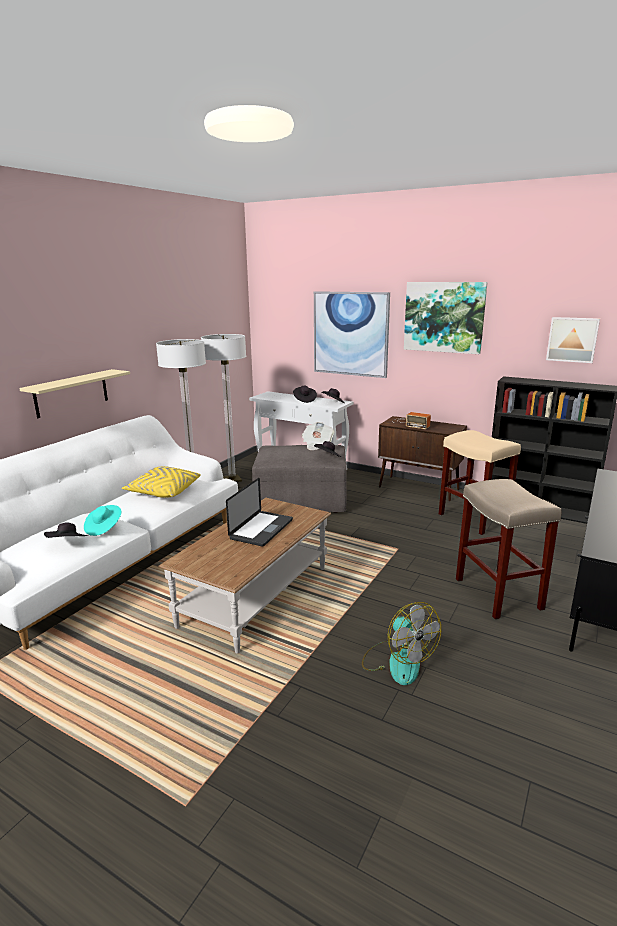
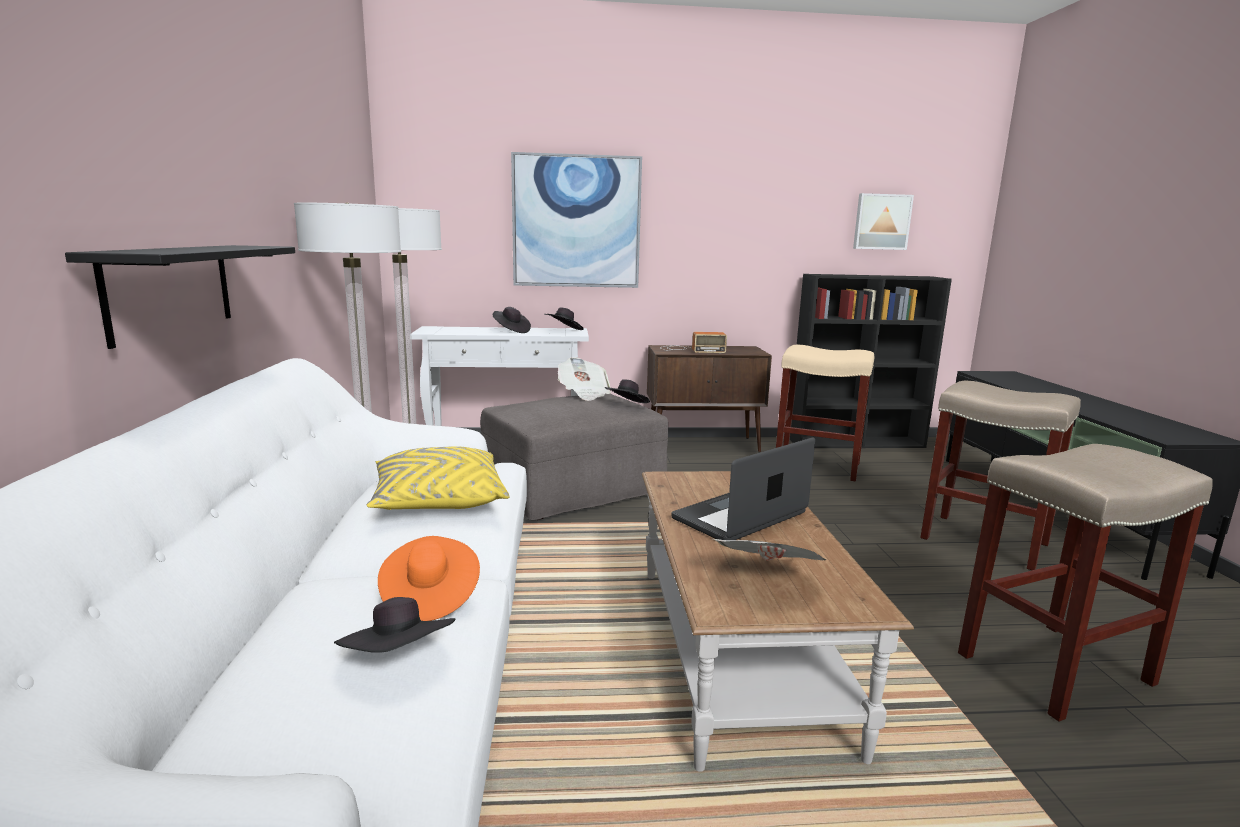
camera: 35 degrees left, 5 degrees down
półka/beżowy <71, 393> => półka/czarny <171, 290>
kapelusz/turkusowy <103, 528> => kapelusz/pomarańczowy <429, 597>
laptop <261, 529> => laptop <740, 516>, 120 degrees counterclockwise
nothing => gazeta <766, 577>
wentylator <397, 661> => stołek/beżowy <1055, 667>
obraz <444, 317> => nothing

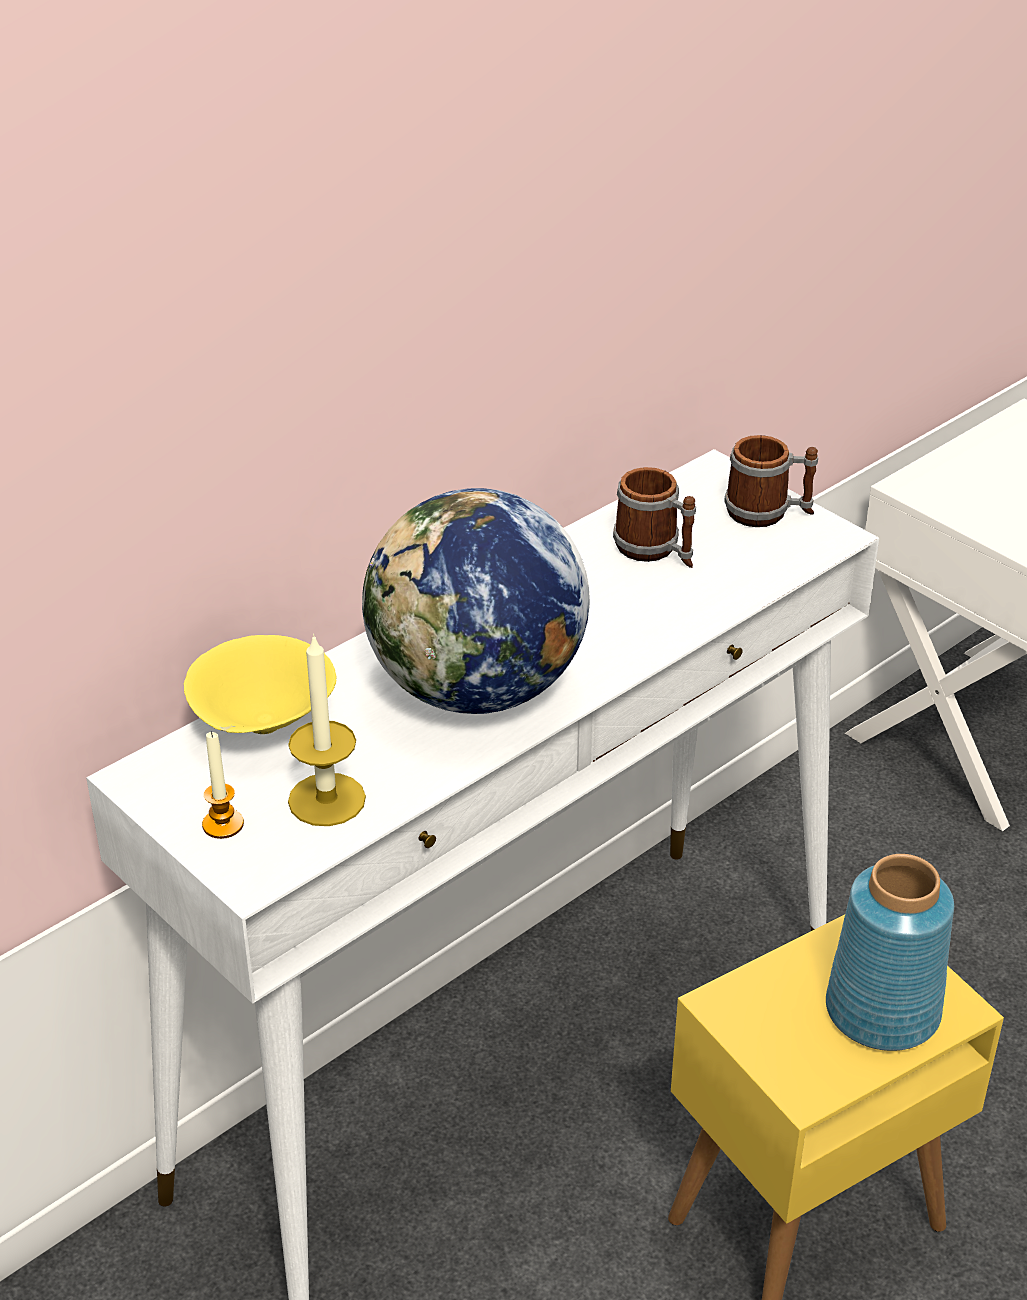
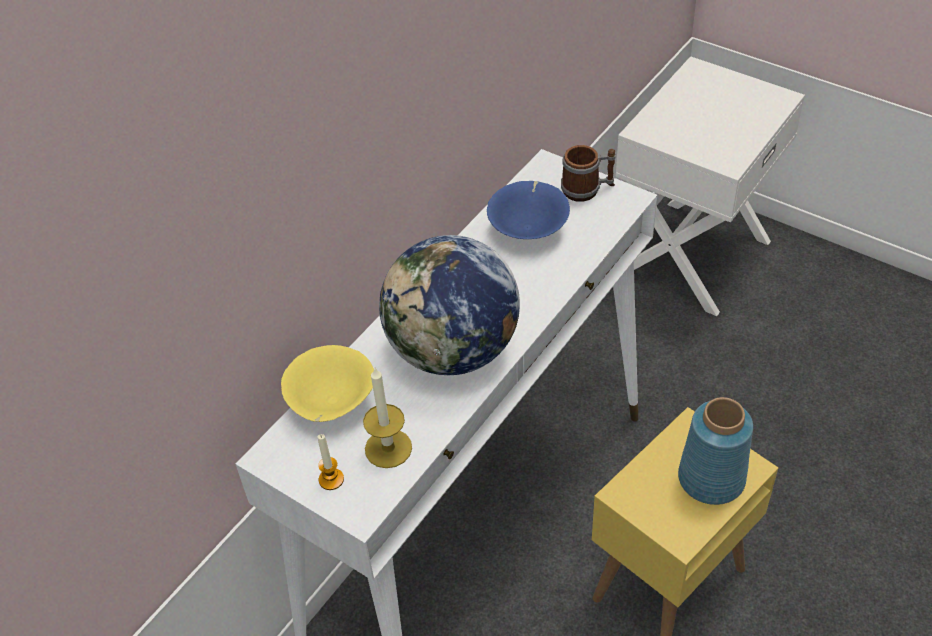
camera: 10 degrees left, 10 degrees up
kubek <655, 551> => miska/niebieski <529, 230>

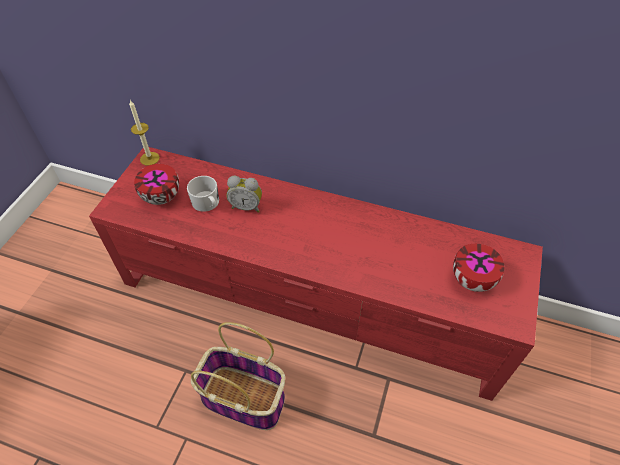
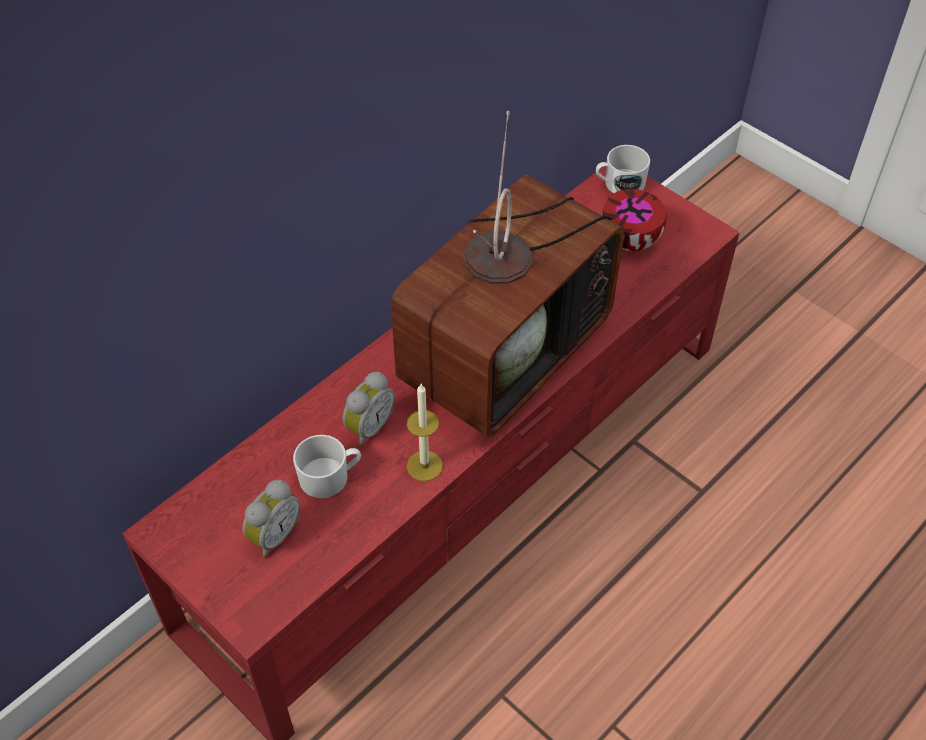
camera: 65 degrees left, 0 degrees up
miska <162, 196> => budzik <273, 535>
nothing => telewizor <504, 347>
świeca <149, 158> => świeca <424, 466>, moved
nothing => kubek/biały <619, 184>
koszyk <245, 398> => nothing

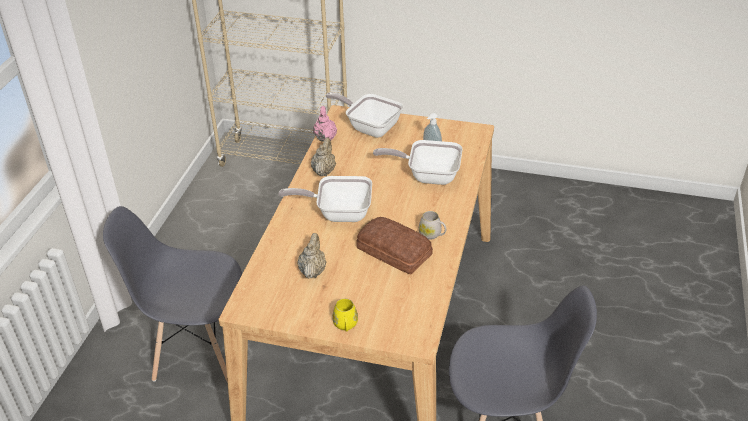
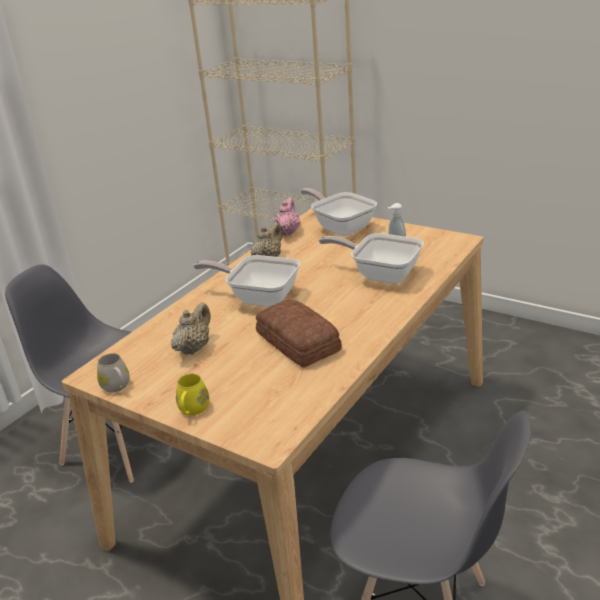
camera: 20 degrees right, 10 degrees down
kubek/biały <432, 235> => kubek/biały <117, 387>, moved

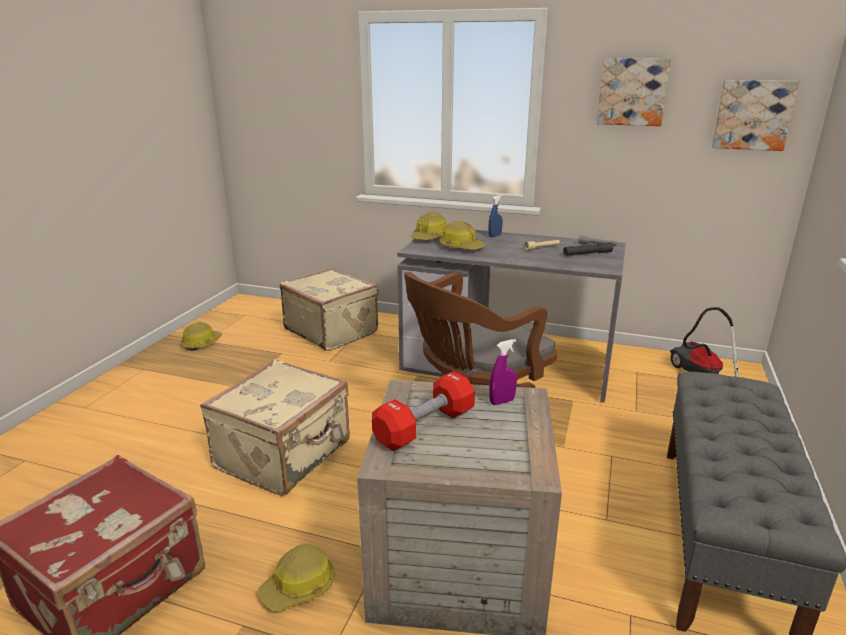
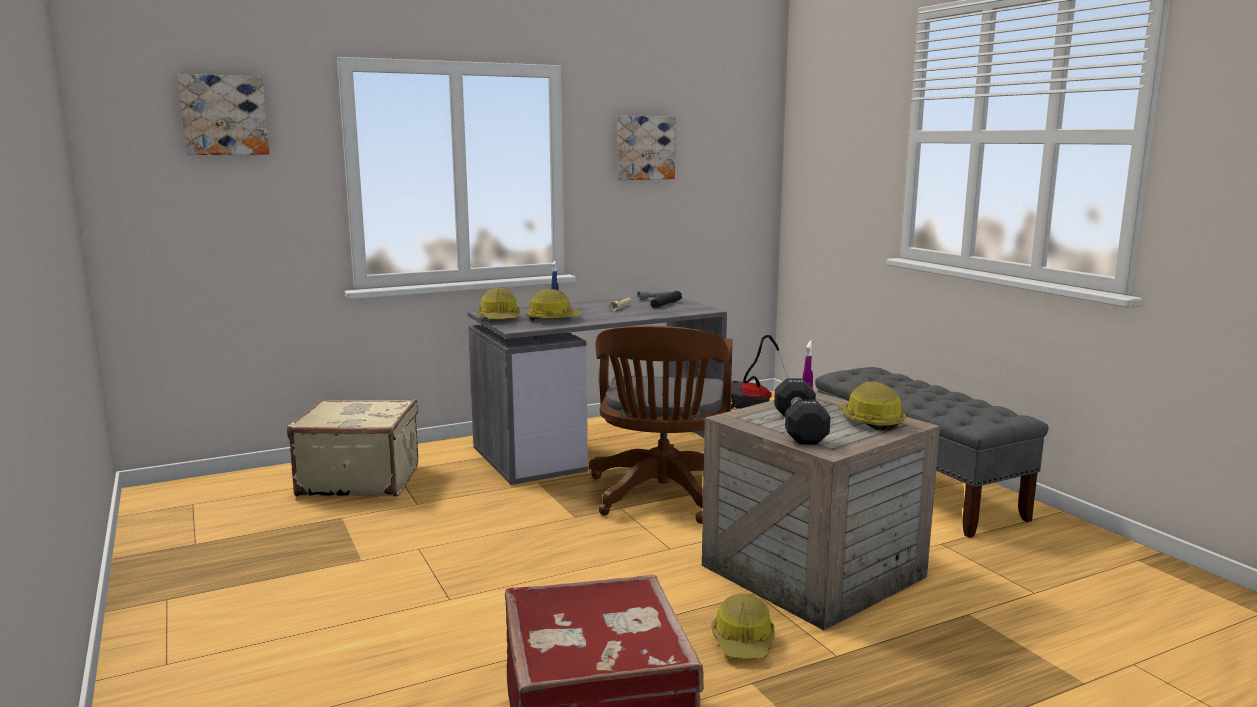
camera: 45 degrees left, 10 degrees down
obraz <753, 115> => obraz <224, 115>, moved
hantel/czerwony <425, 427> => hantel/czarny <799, 428>
kask <201, 343> => kask <870, 421>, moved
walizka/beżowy <285, 455> => nothing

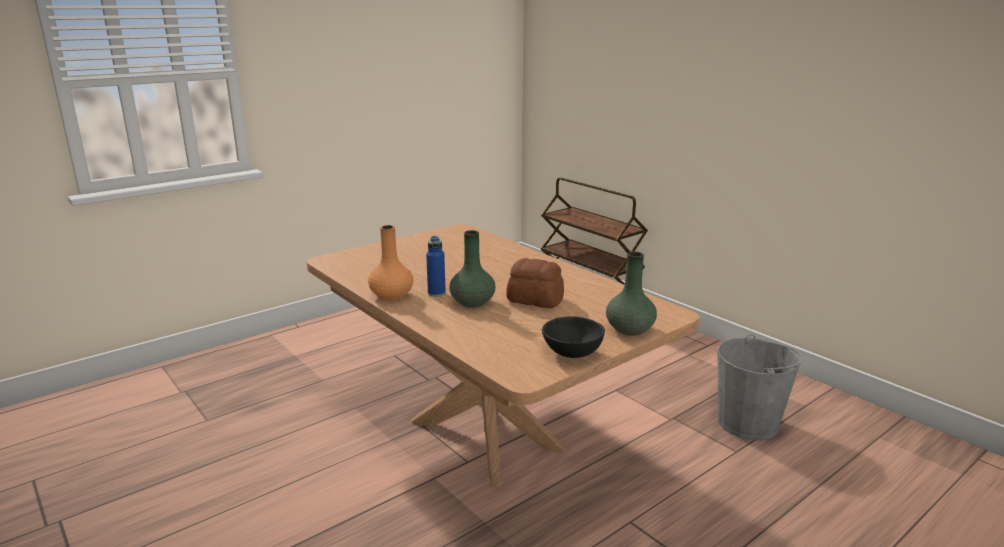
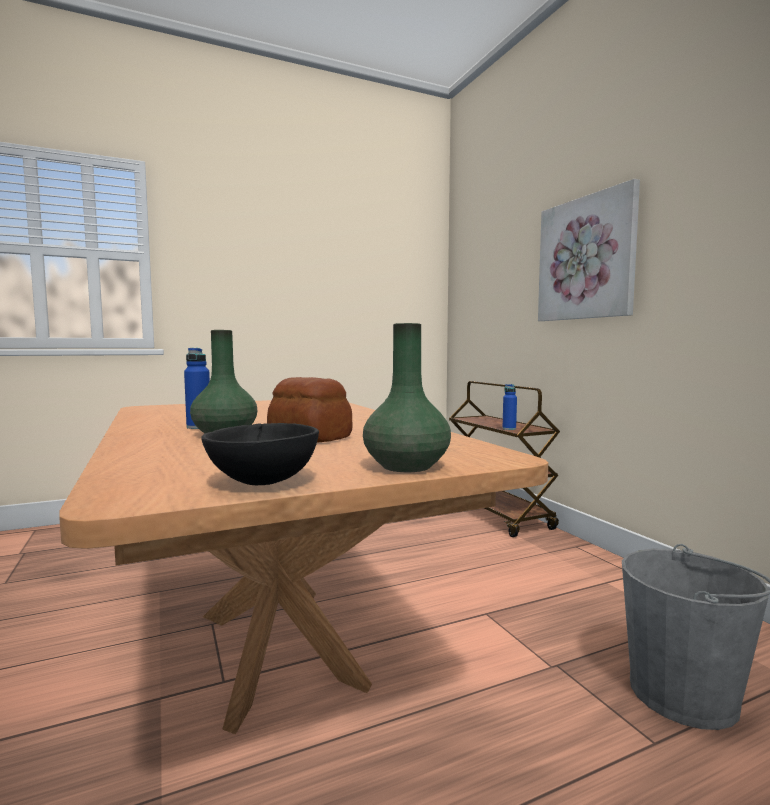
camera: 15 degrees right, 15 degrees down
nothing => butelka/niebieski <509, 429>
nothing => obraz <586, 258>
wazon/pomarańczowy <392, 296> => nothing

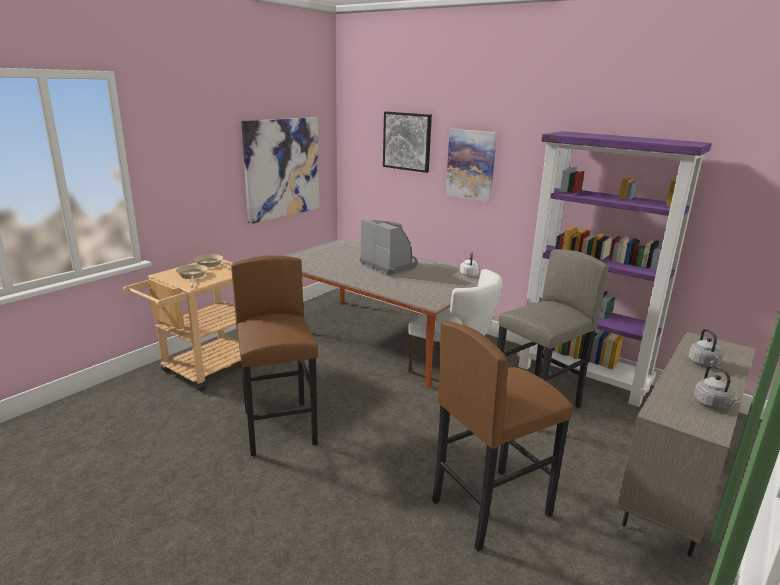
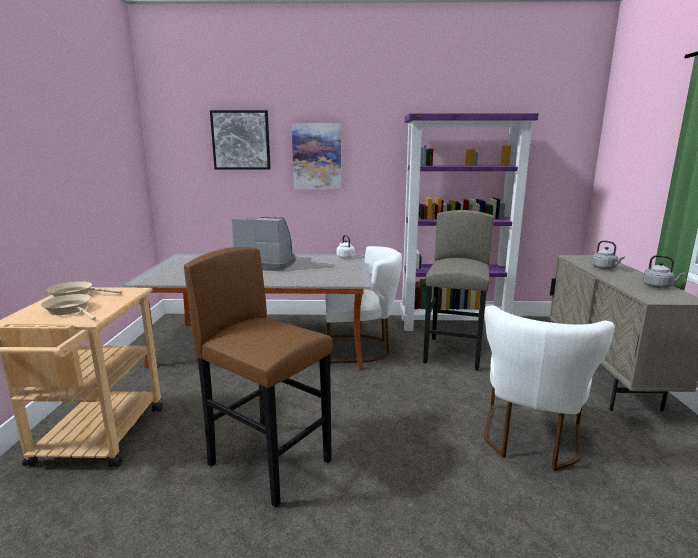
camera: 35 degrees left, 5 degrees down
stołek/brązowy <490, 507> => krzesło/biały <530, 441>
obraz <282, 168> => nothing

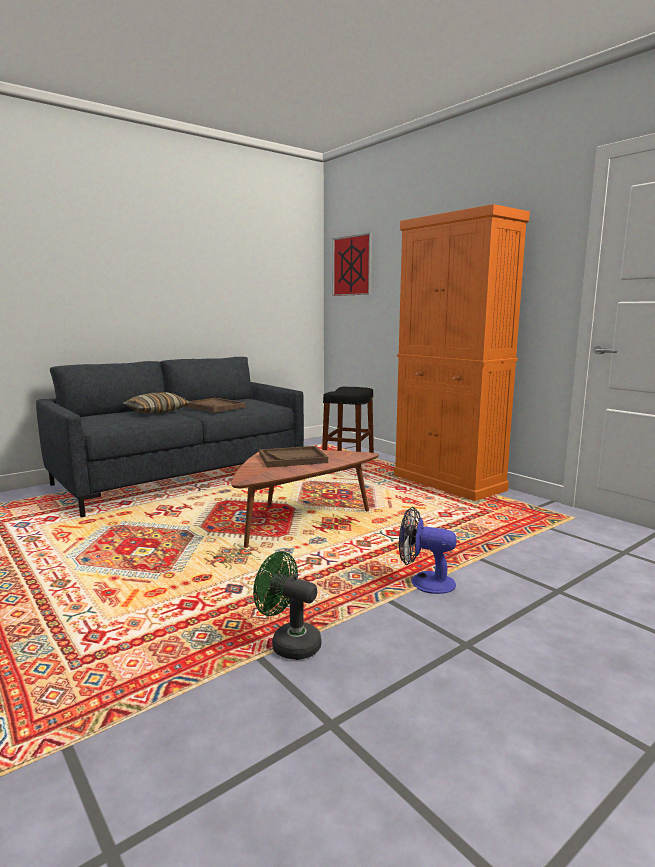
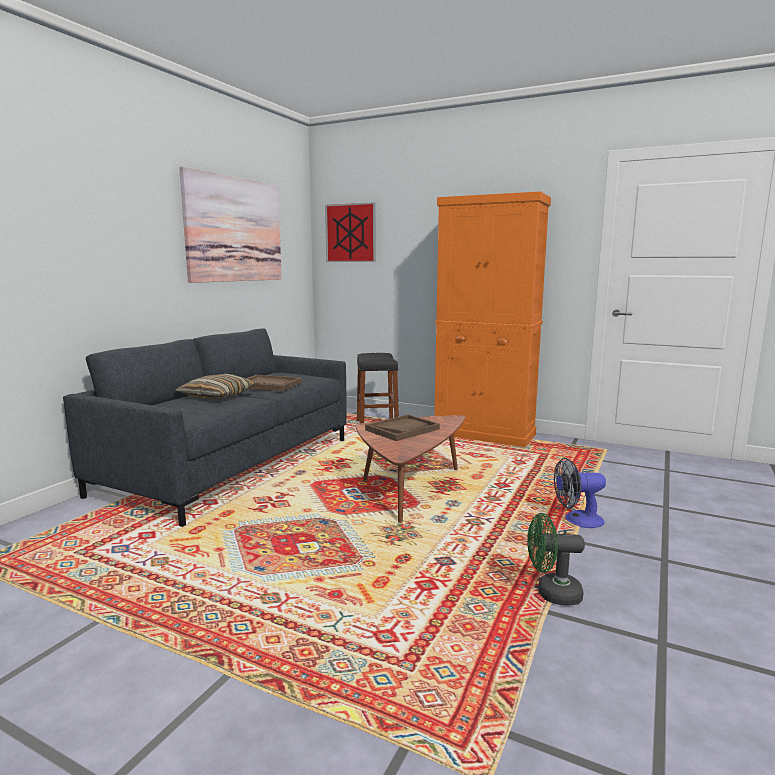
camera: 25 degrees left, 0 degrees up
nothing => obraz <234, 230>

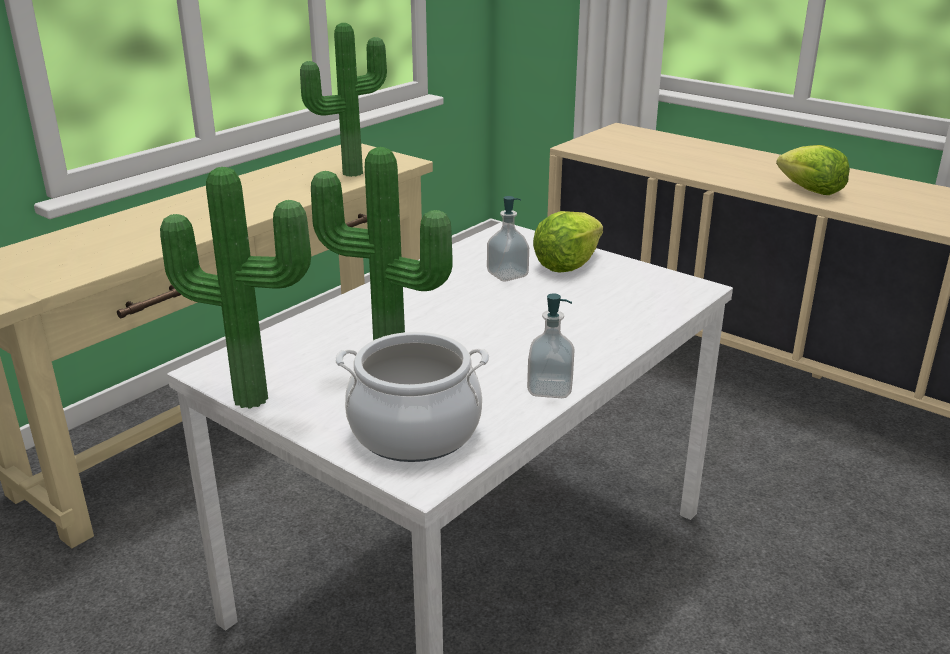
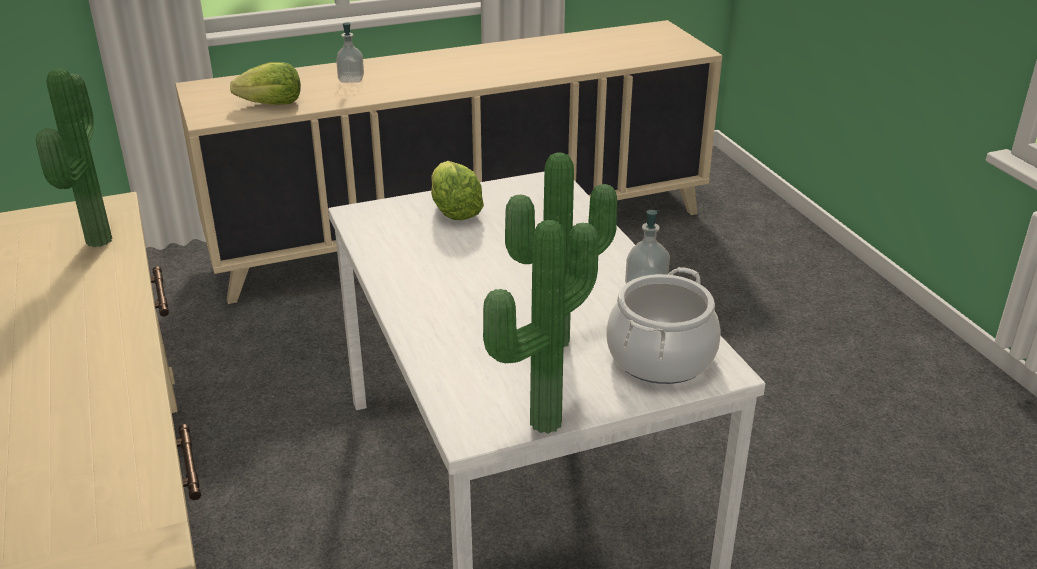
camera: 60 degrees left, 5 degrees up
sałata <810, 190> => sałata <272, 104>, moved
dozownik mydła <507, 275> => dozownik mydła <351, 79>, moved

